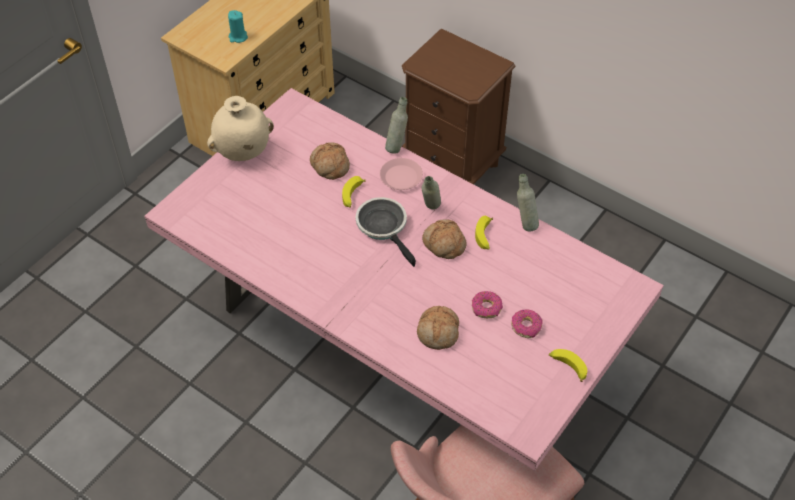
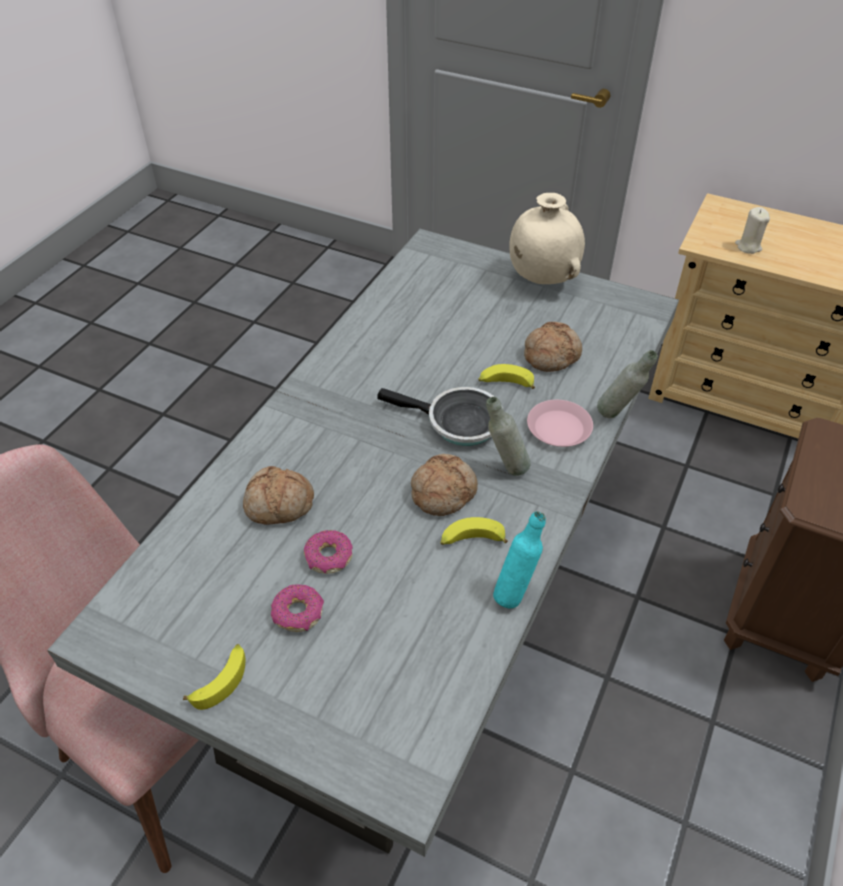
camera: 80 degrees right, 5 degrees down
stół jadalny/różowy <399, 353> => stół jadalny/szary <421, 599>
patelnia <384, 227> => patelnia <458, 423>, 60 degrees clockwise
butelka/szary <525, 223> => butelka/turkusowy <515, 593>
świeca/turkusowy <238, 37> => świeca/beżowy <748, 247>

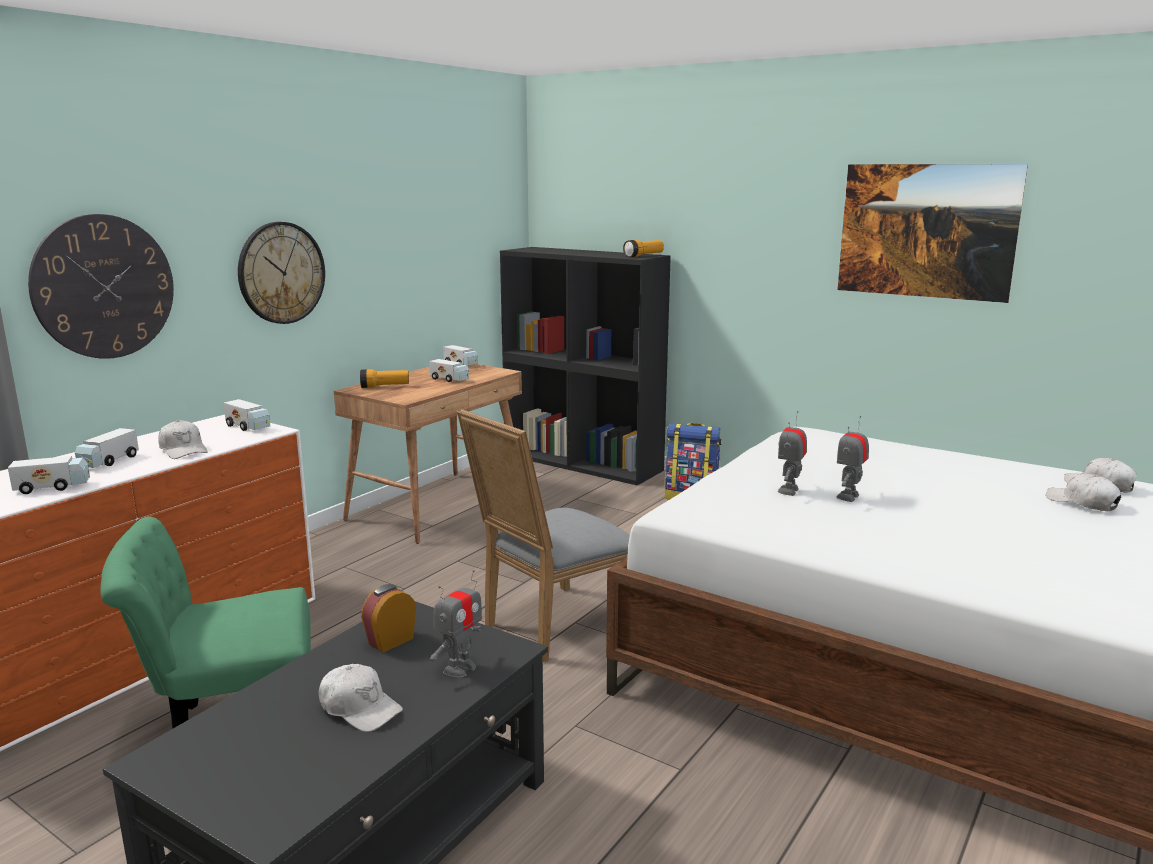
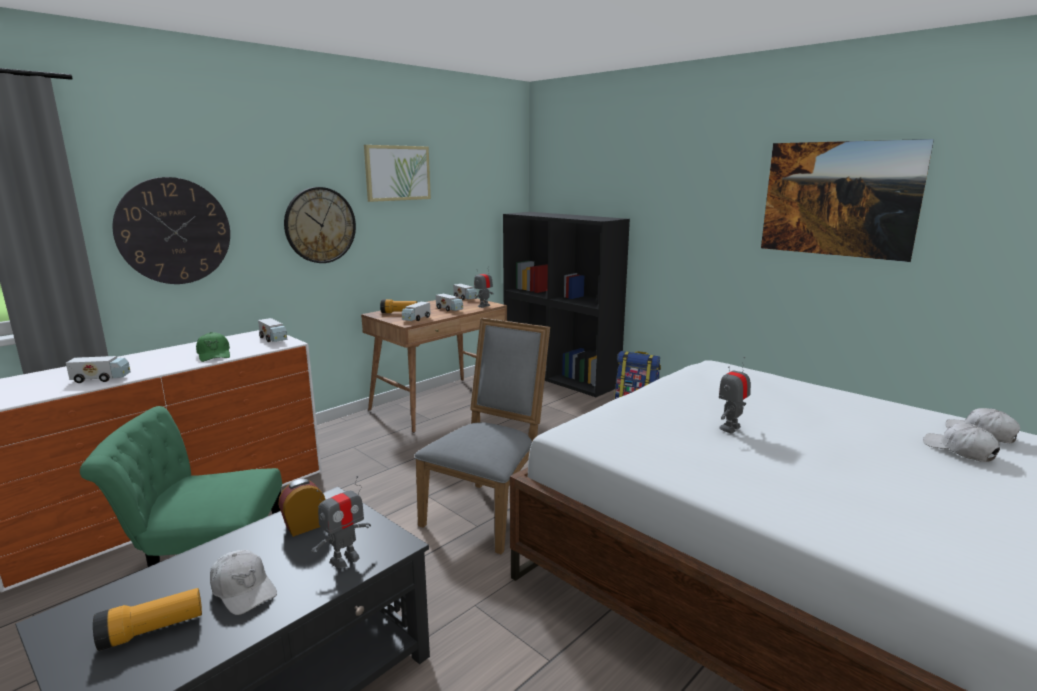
camera: 10 degrees right, 0 degrees up
latarka <643, 256> => latarka <152, 630>, moved
czapka z daszkiem/biały <183, 450> => czapka z daszkiem/zielony <214, 355>
nothing => obraz <397, 173>
ciężarówka zabawkowa <109, 461> => ciężarówka zabawkowa <416, 319>, moved
krzesło/szary <551, 626> => krzesło/szary <488, 511>, 150 degrees clockwise
robot zabawkowy <789, 491> => robot zabawkowy <483, 306>, moved

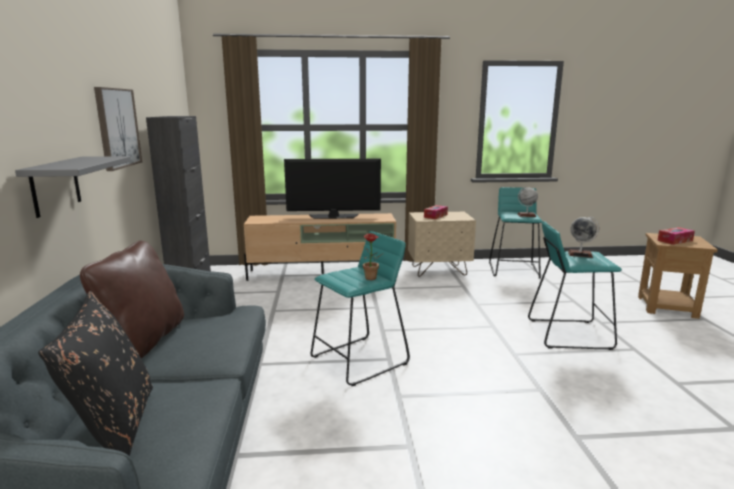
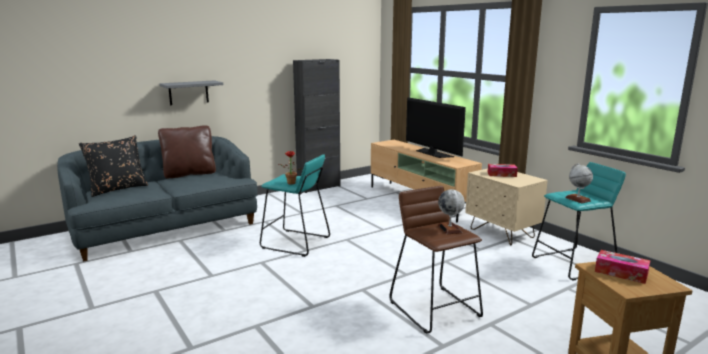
camera: 60 degrees right, 0 degrees up
stołek/turkusowy <568, 334> => stołek/brązowy <435, 309>
obraz <117, 128> => nothing

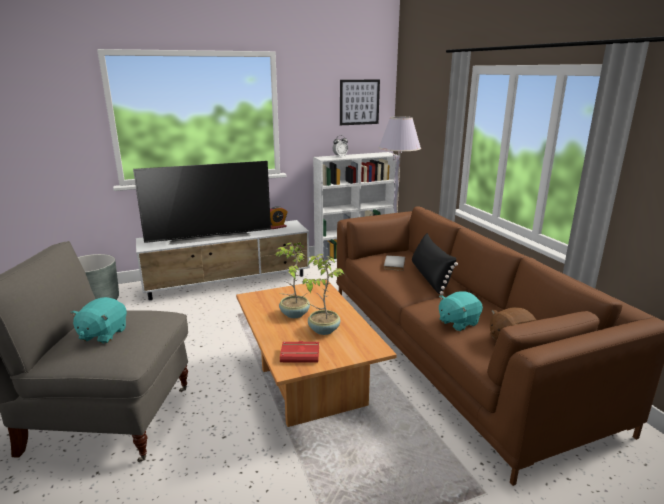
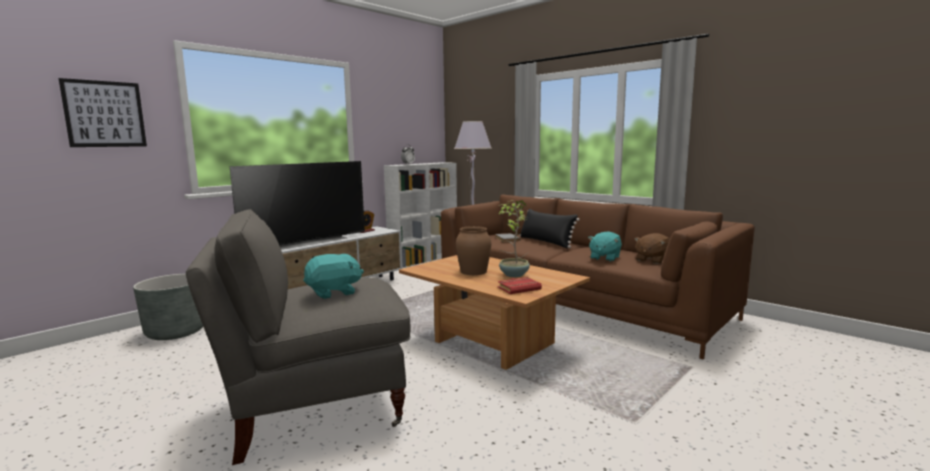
camera: 25 degrees left, 10 degrees down
obraz <359, 102> => obraz <105, 114>, moved
pluszak/turkusowy <103, 334> => pluszak/turkusowy <334, 292>, 105 degrees counterclockwise
roślina doniczkowa <293, 314> => wazon/brązowy <473, 271>

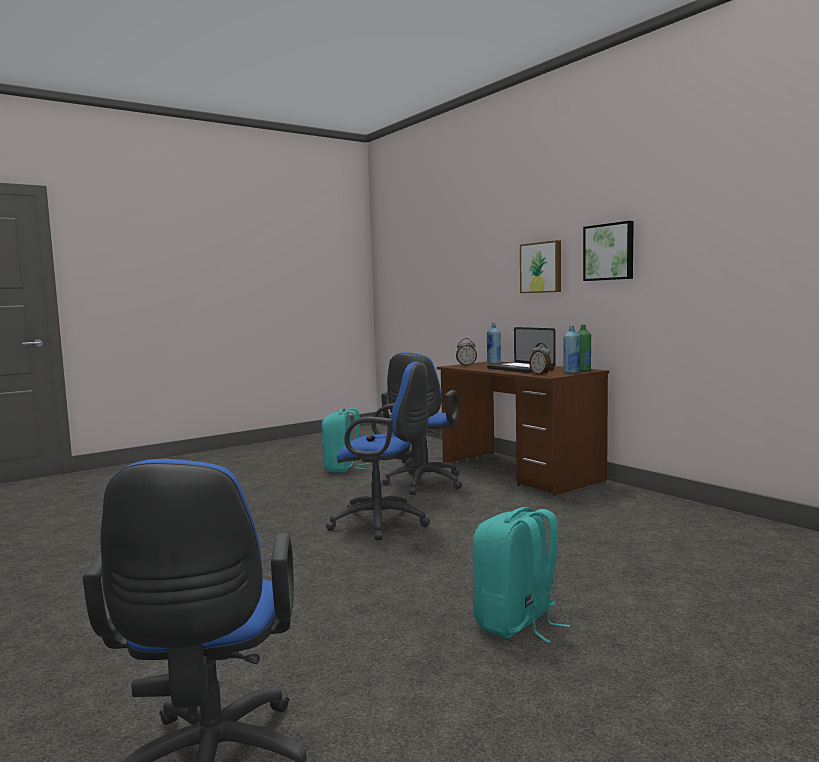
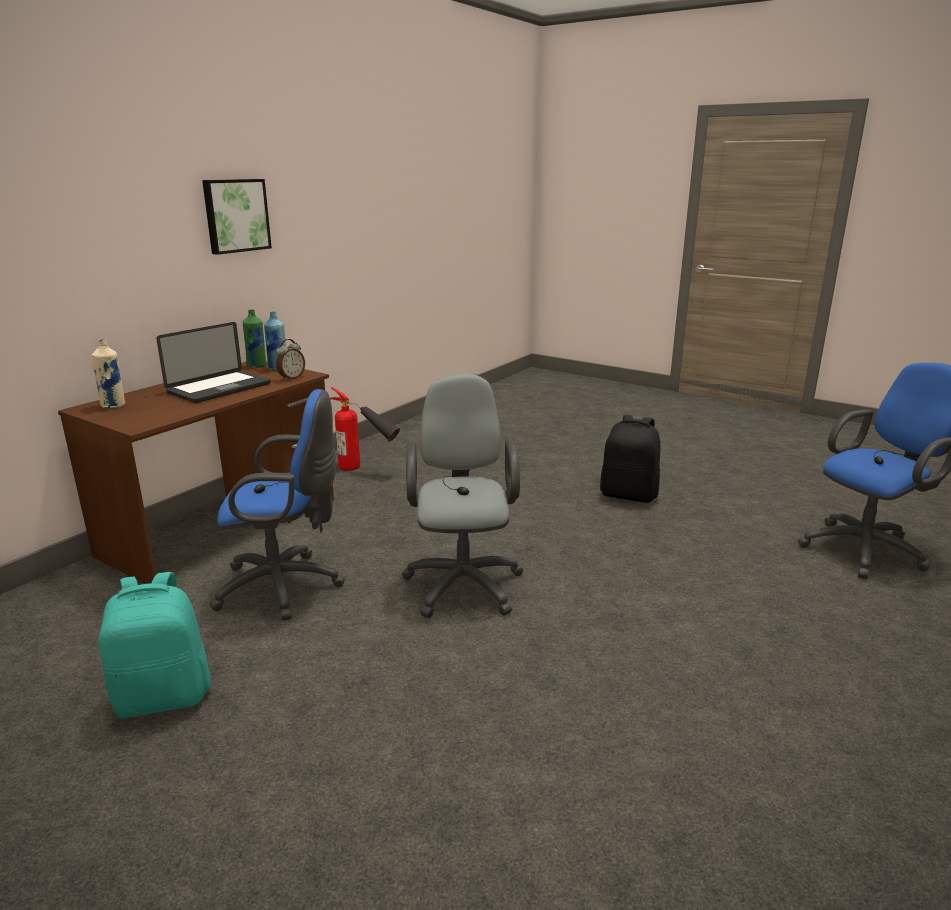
camera: 110 degrees left, 15 degrees up
butelka/niebieski <494, 363> => butelka/beżowy <114, 406>
nothing => gaśnica <366, 470>
krzesło biurowe/niebieski <384, 523> => krzesło biurowe/szary <463, 582>
plecak/turkusowy <517, 623> => plecak/czarny <629, 495>
budzik <466, 365> => nothing
obraz <542, 267> => nothing

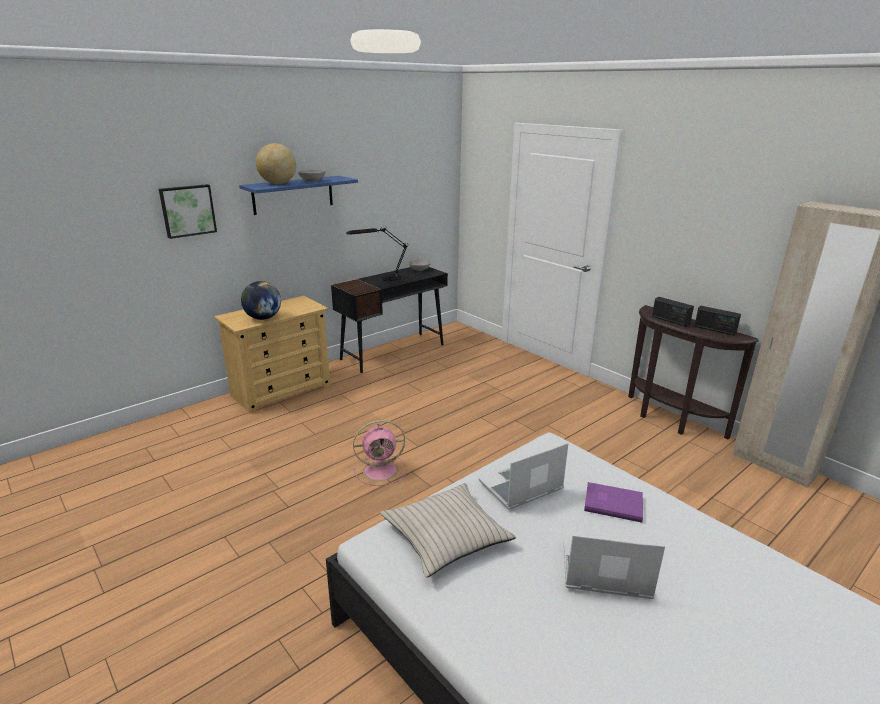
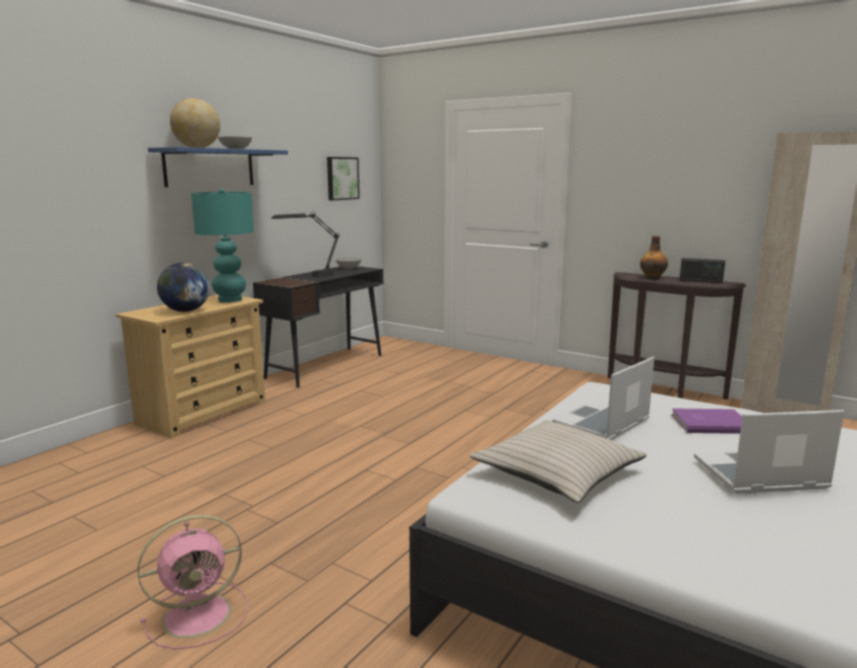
camera: 15 degrees left, 10 degrees down
wentylator/różowy <382, 470> => wentylator/różowy <200, 614>, moved
nothing => lampa stołowa/turkusowy <230, 300>
obraz <187, 210> => obraz <341, 178>, moved
radio <670, 320> => butelka <652, 278>

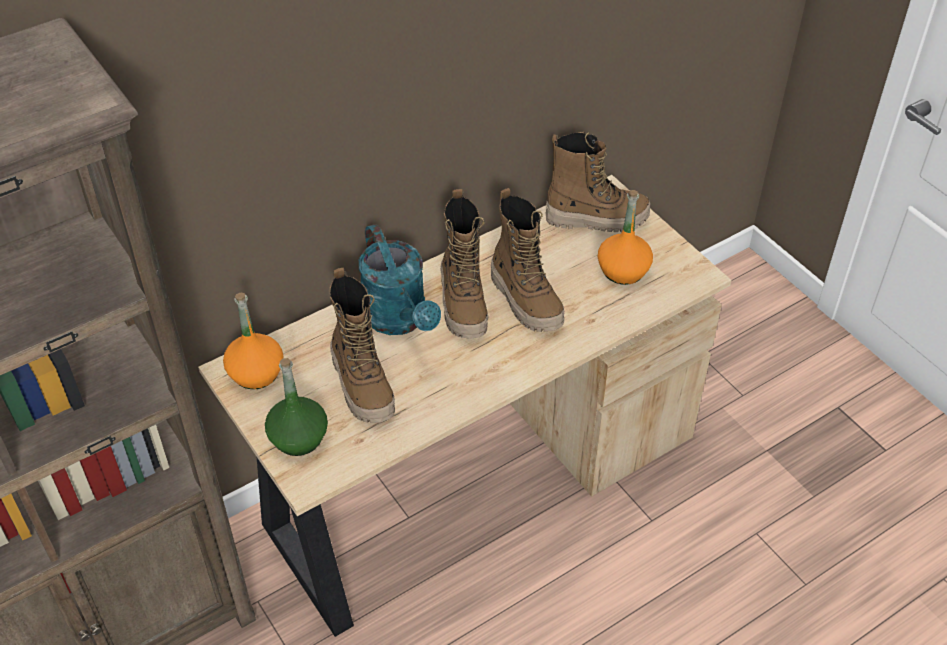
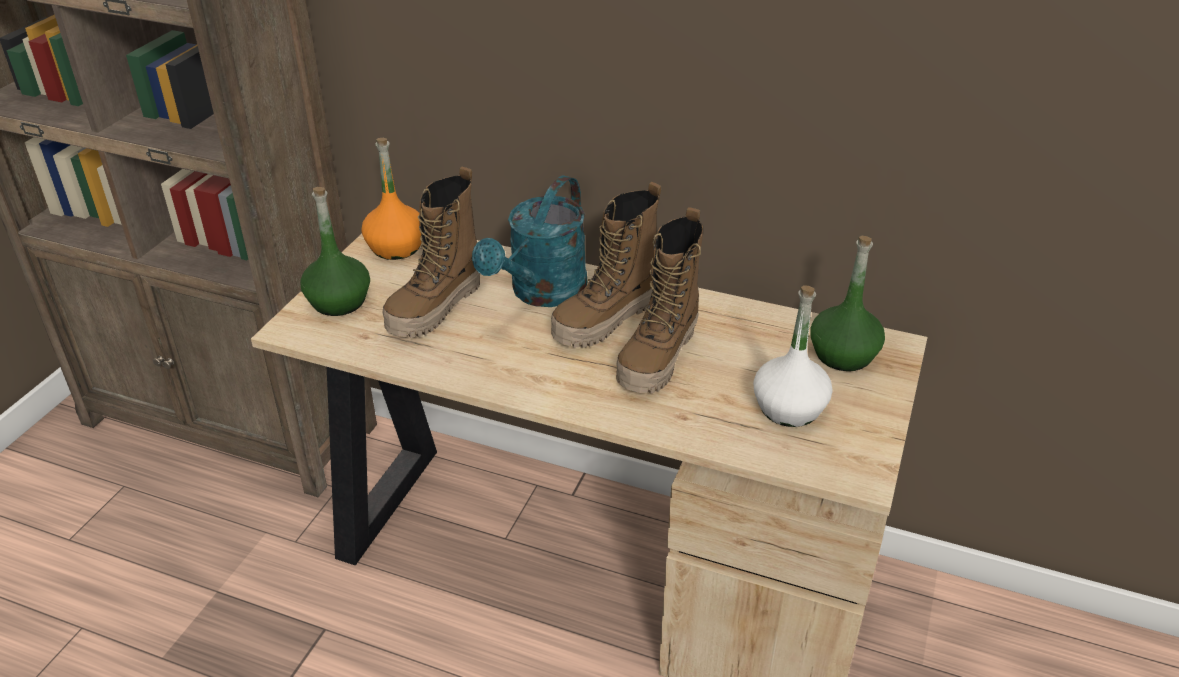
camera: 55 degrees right, 10 degrees down
butelka/pomarańczowy <623, 270> => butelka/biały <789, 408>
but z cholewką <596, 218> => butelka/zielony <843, 354>

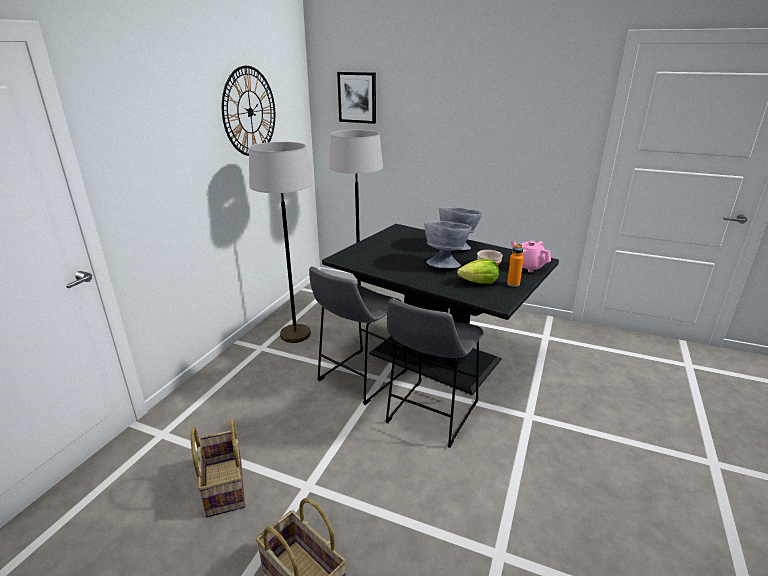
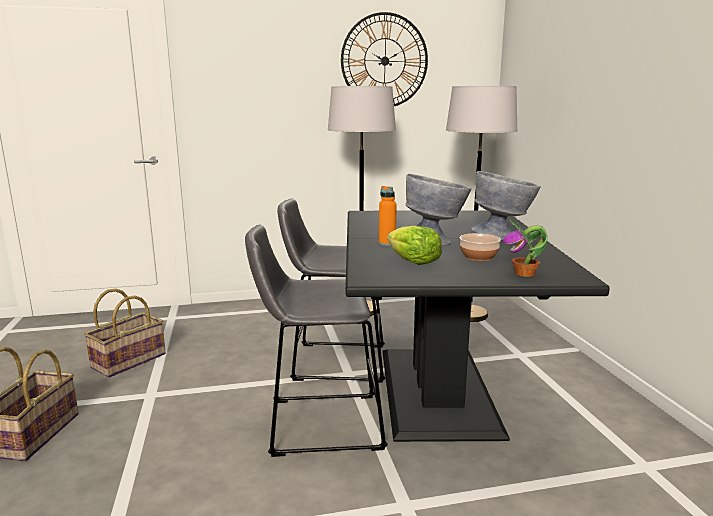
camera: 55 degrees right, 10 degrees down
butelka/pomarańczowy <513, 284> => butelka/pomarańczowy <387, 243>, moved
imbryk/różowy <528, 267> => roślina doniczkowa <525, 274>
obraz <357, 97> => nothing

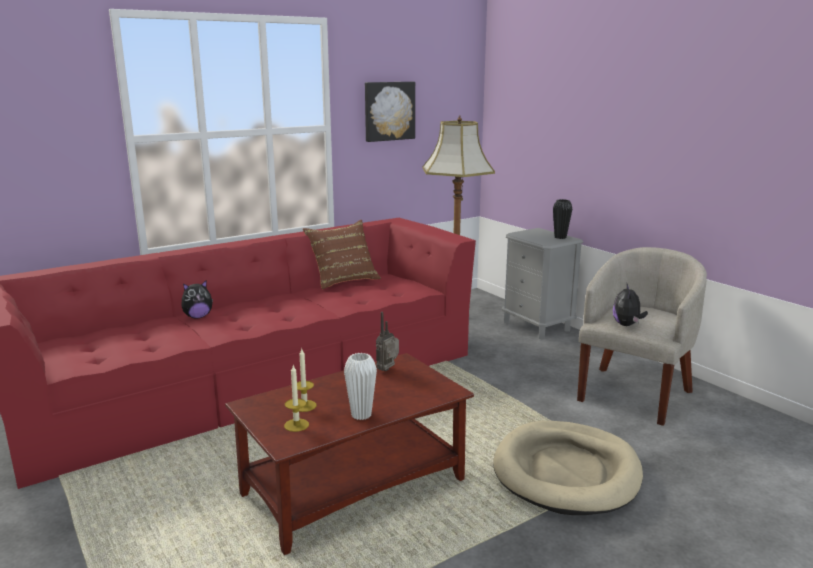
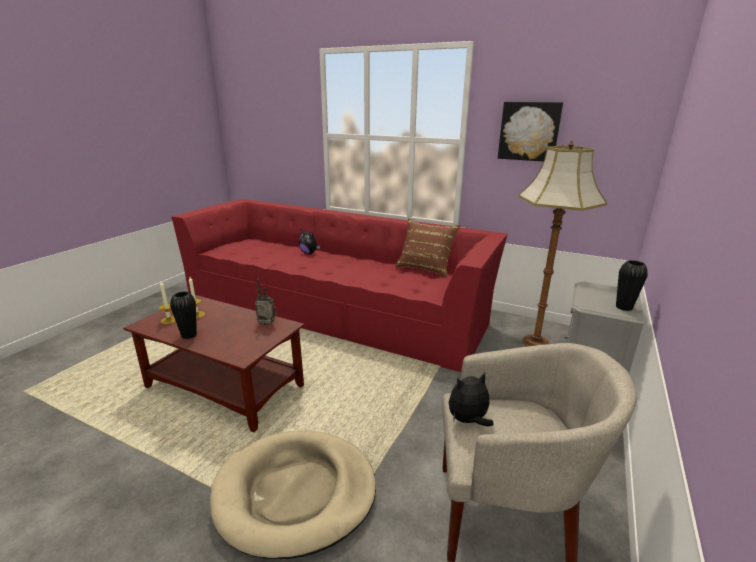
camera: 60 degrees right, 5 degrees up
wazon/biały <361, 415> => wazon/czarny <189, 335>

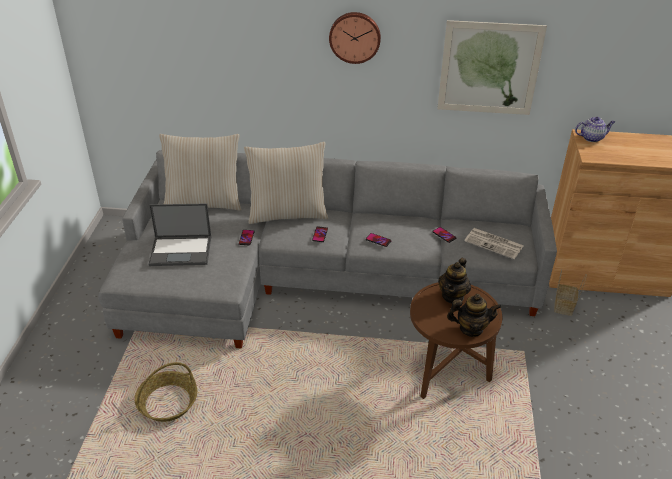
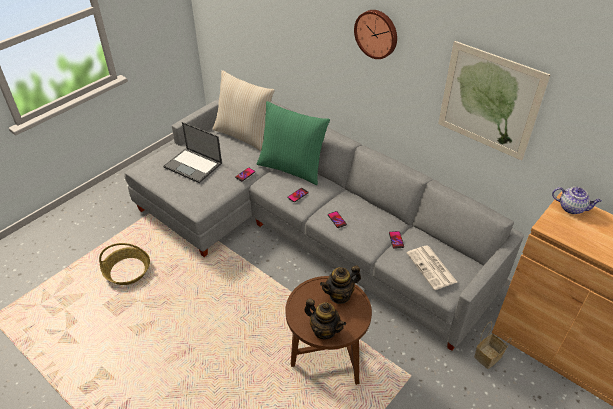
camera: 35 degrees right, 5 degrees up
poduszka/beżowy <287, 213> => poduszka/zielony <292, 168>

